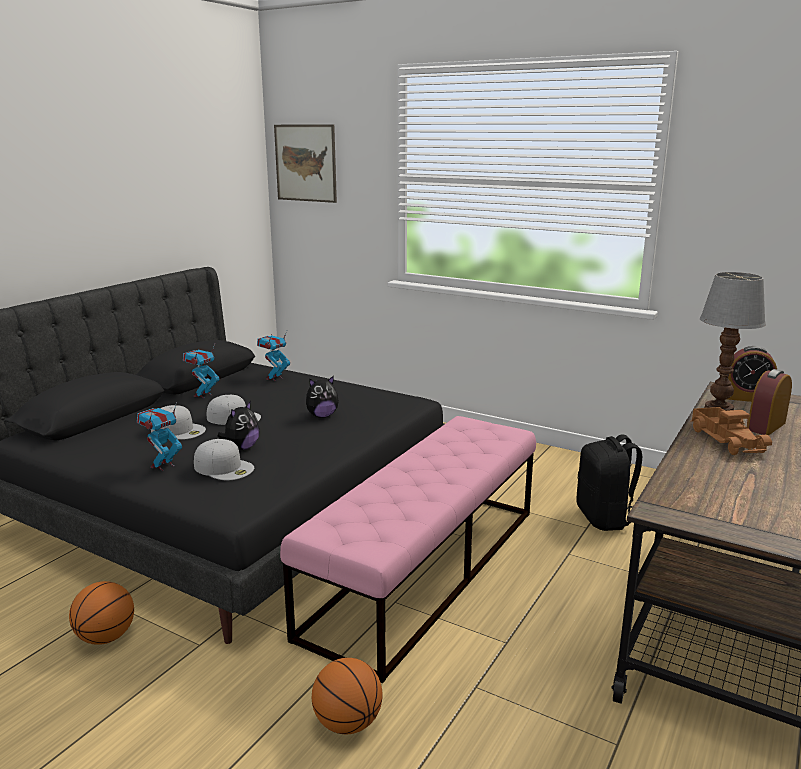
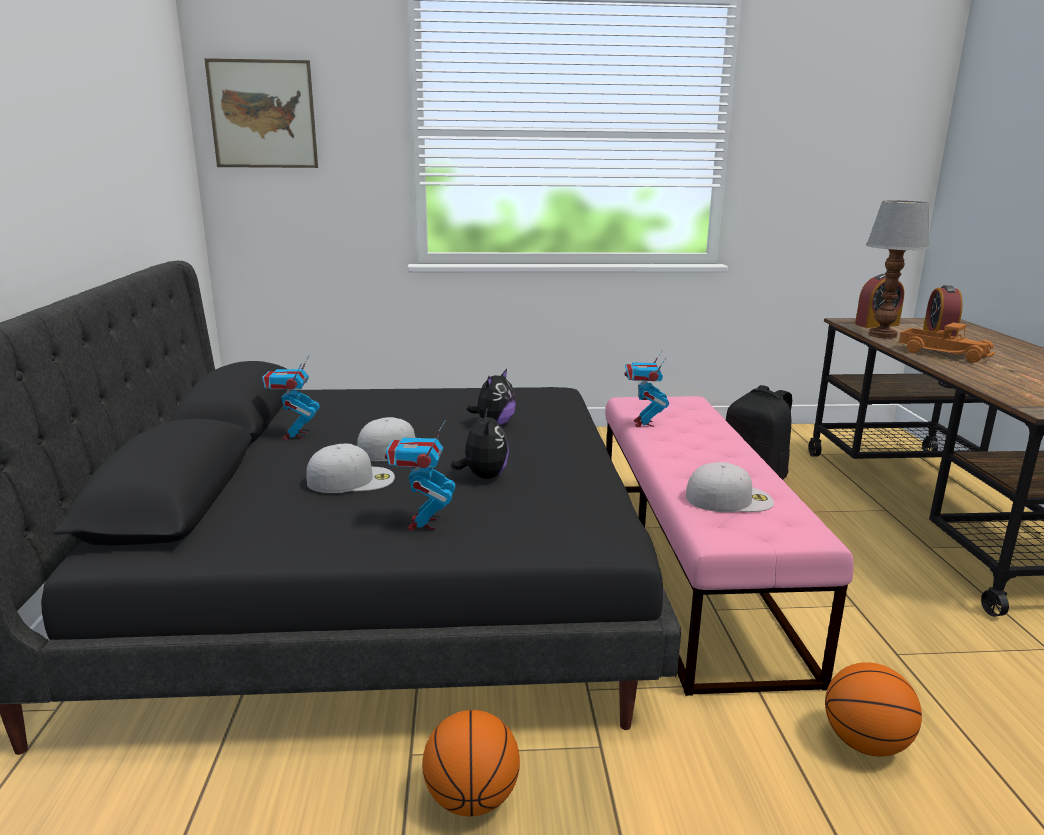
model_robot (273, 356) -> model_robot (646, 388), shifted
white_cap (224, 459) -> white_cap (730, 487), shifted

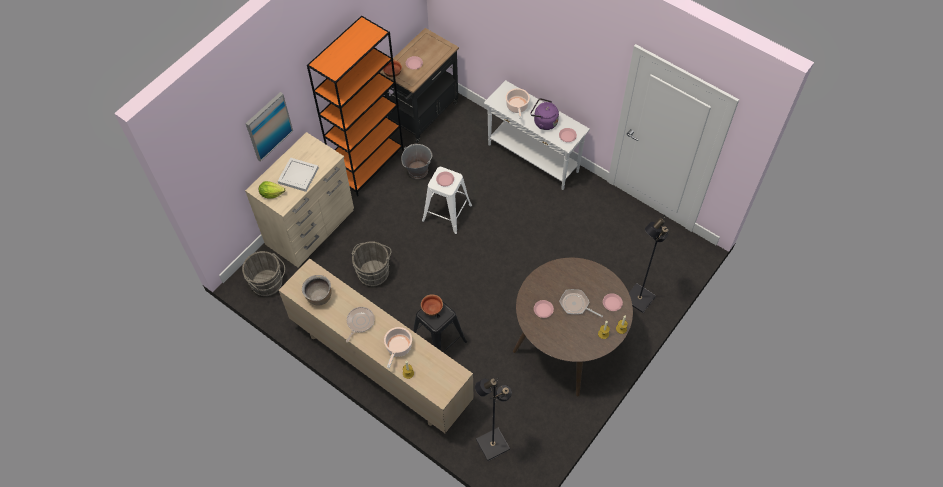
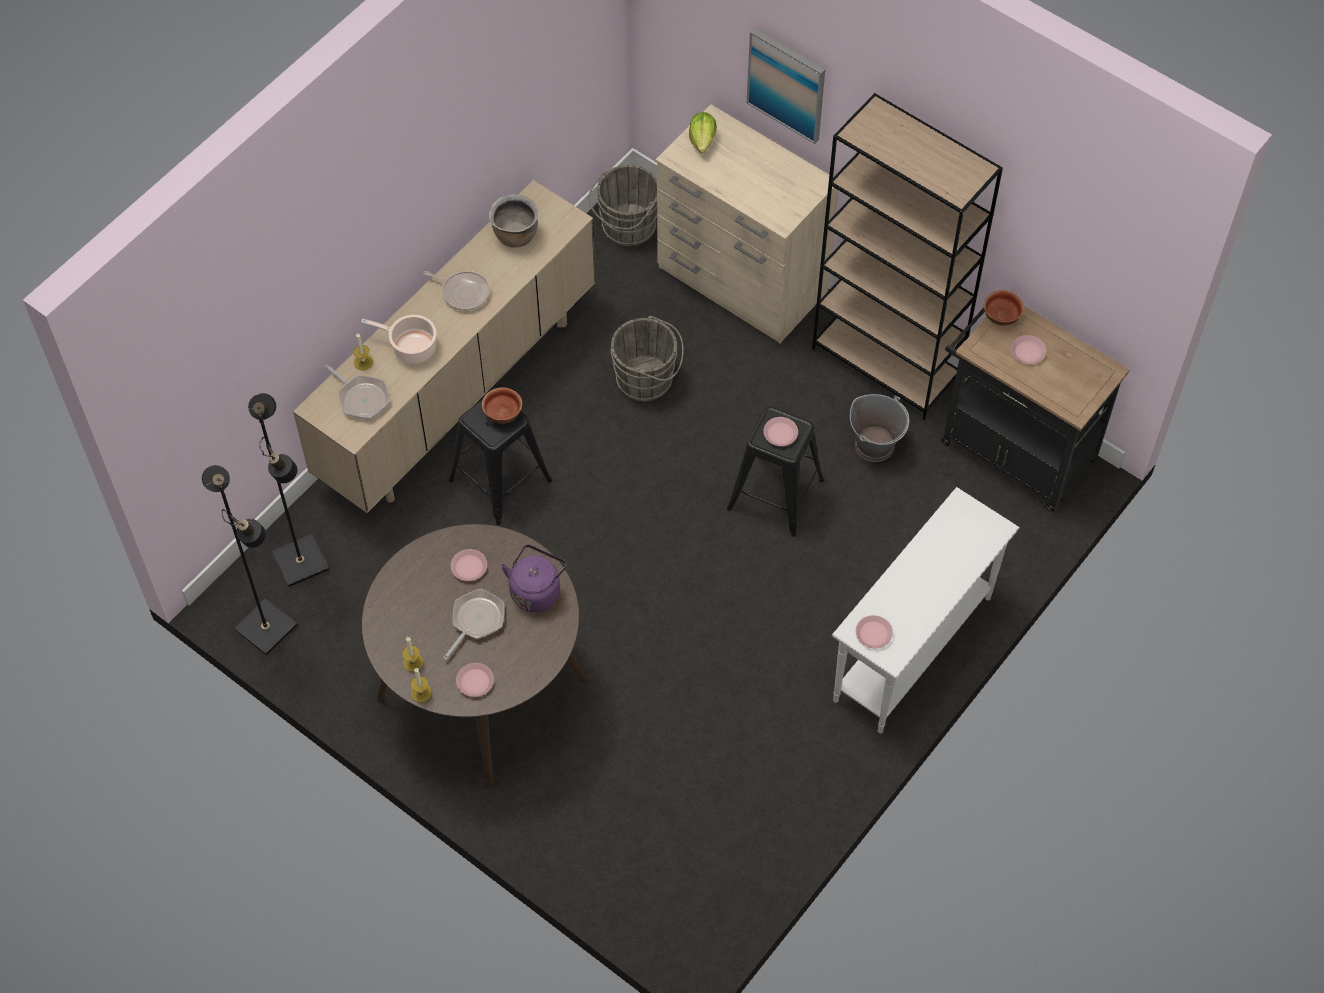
black_standing_lamp (648, 264) -> black_standing_lamp (249, 560), shifted
none -> skillet (357, 392)
purple-coloured_kettle (544, 114) -> purple-coloured_kettle (534, 578), shifted
white_stool_seat (447, 201) -> black_stool_seat (775, 472)
orangey_bookcase (355, 106) -> beige-coloured_bookcase (907, 256)
white_tray (298, 175) -> none
saucepot (518, 103) -> none

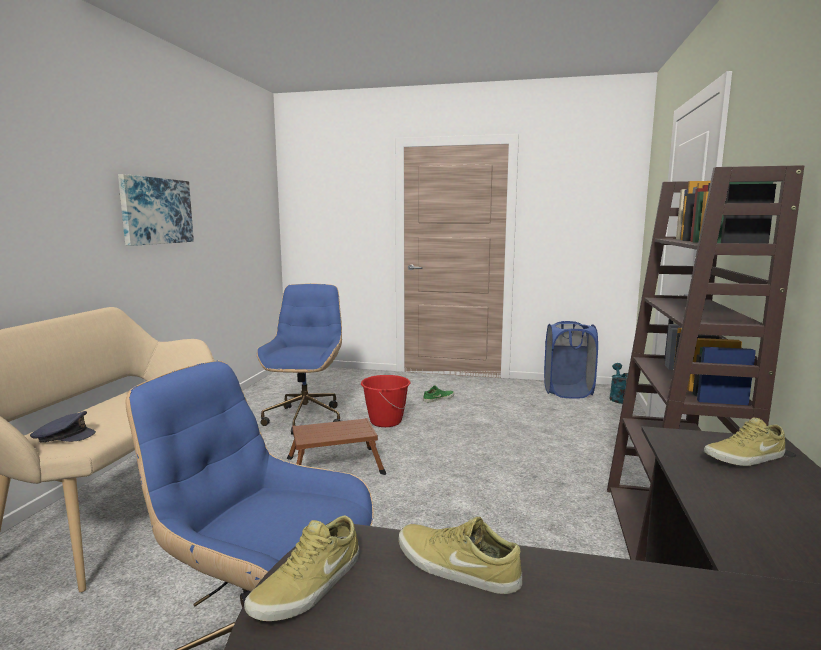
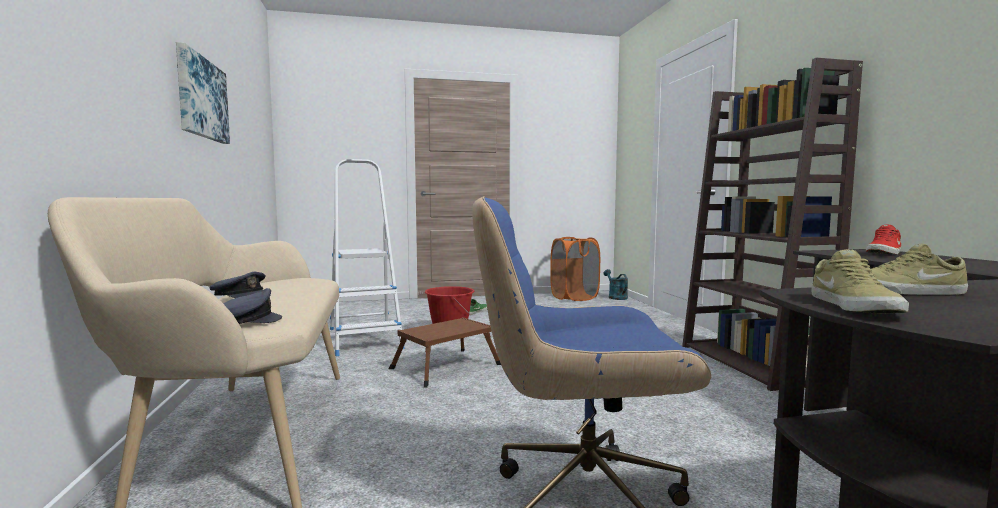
none -> grey_cap (237, 285)
blue_computer_chair (299, 359) -> white_step_ladder (367, 257)
blue_laundry_basket (571, 360) -> orangey_laundry_basket (575, 269)
beige-coloured_low_shoe (744, 442) -> reddish_low_shoe (883, 239)

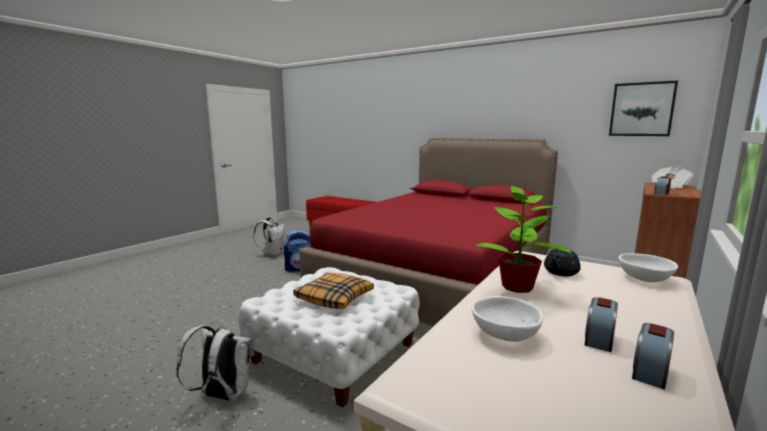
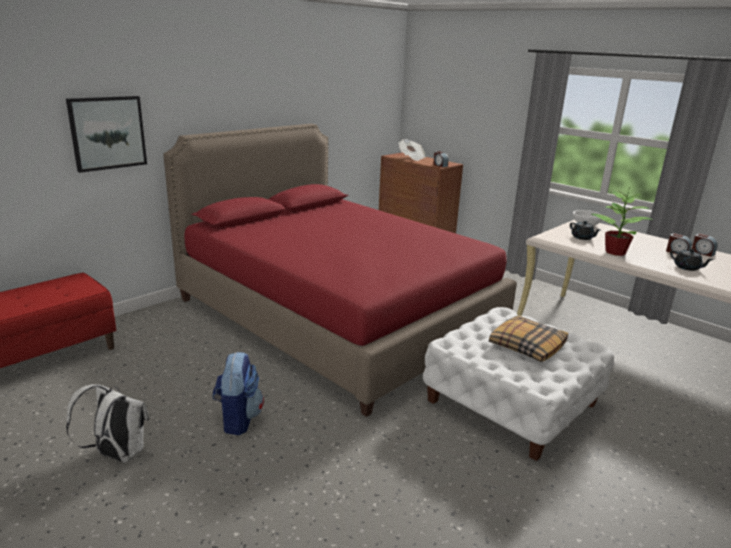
wall_picture (643, 108) -> wall_picture (106, 134), shifted
white_serving_bowl (507, 319) -> black_pot_for_tea (692, 260)
white_rucksack (215, 363) -> none

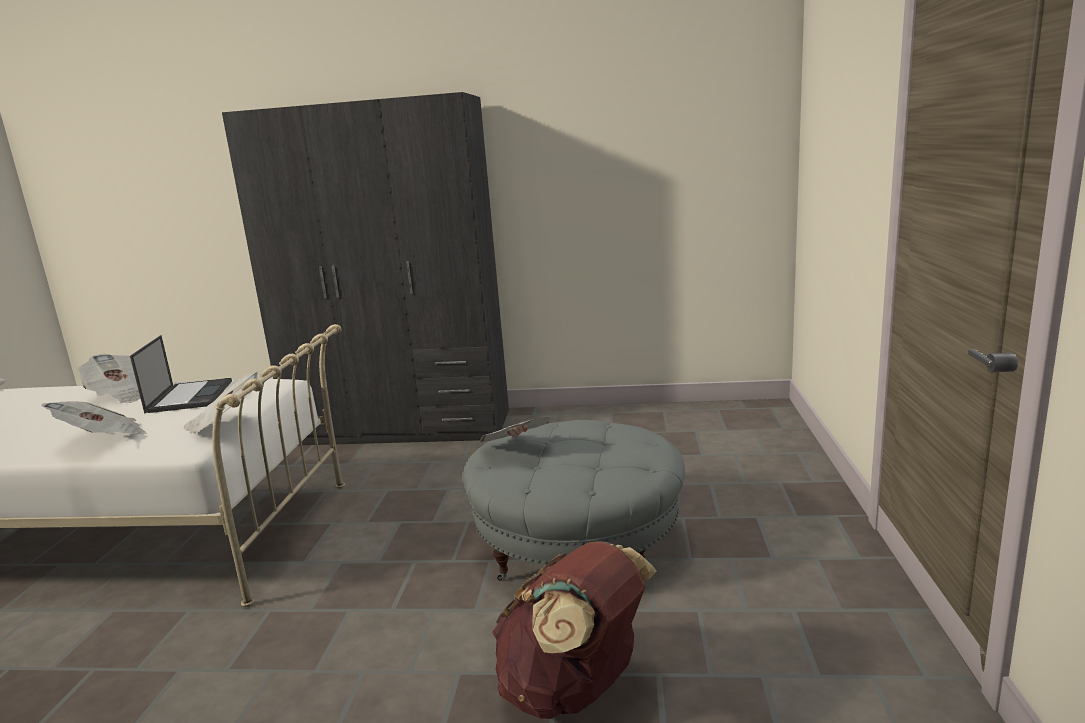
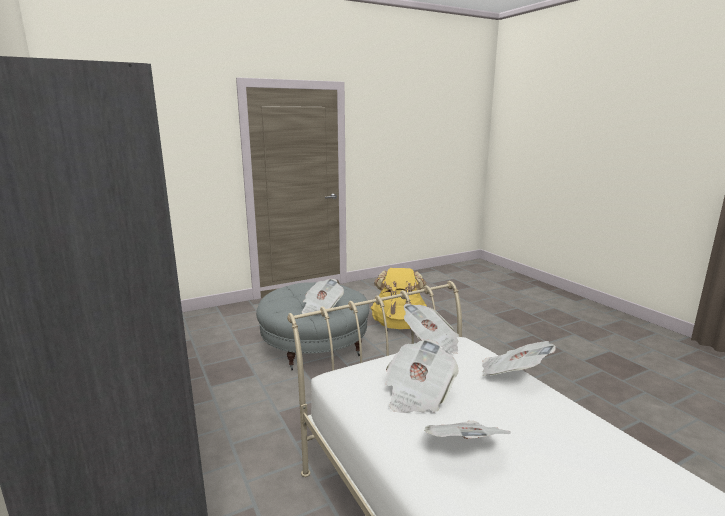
brown-coloured_rucksack (574, 630) -> yellow_rucksack (399, 298)
portable_computer (181, 374) -> newspaper (422, 376)

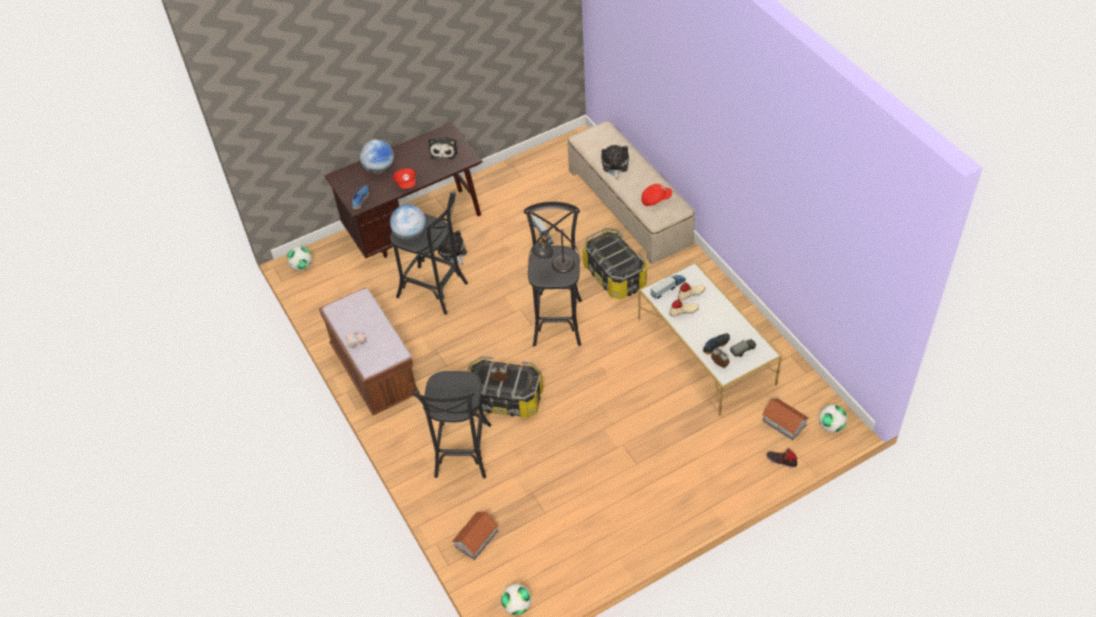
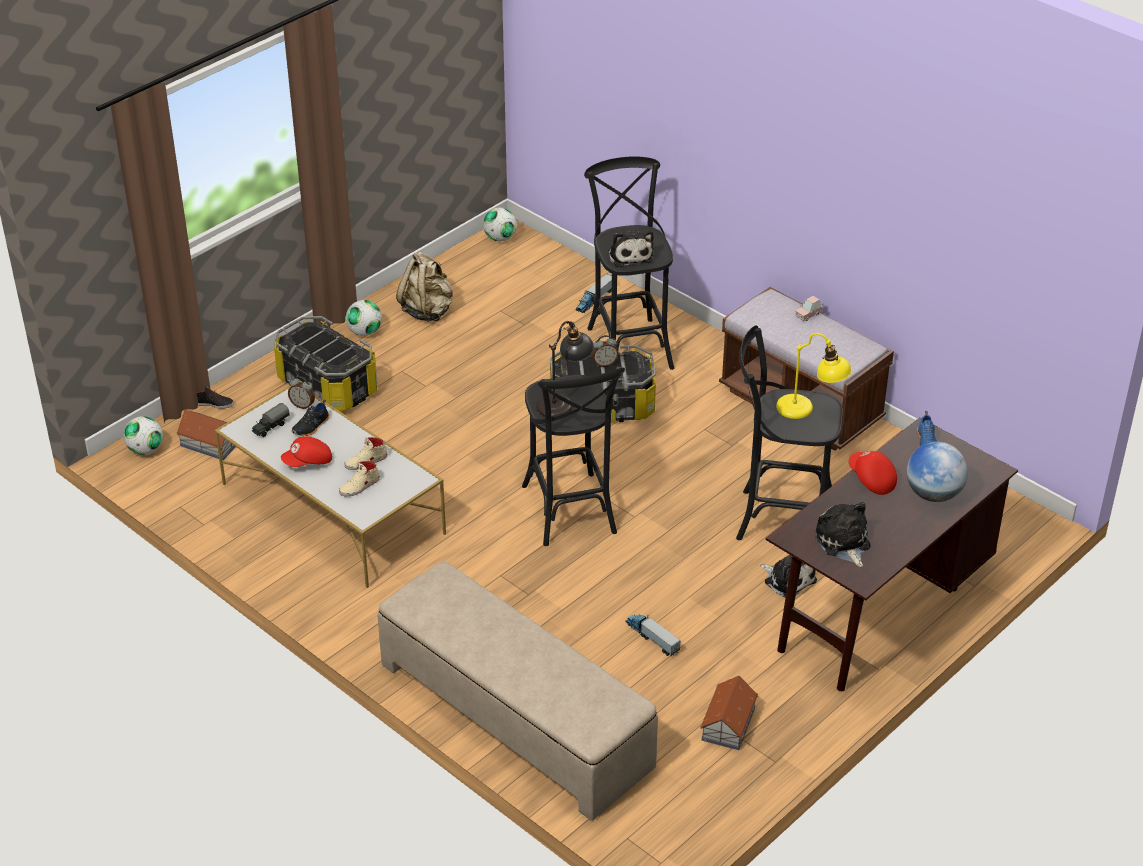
storage_box (615, 263) -> storage_box (325, 363), shifted
reddish_cap (656, 195) -> reddish_cap (306, 451), shifted
ball_for_football (299, 258) -> ball_for_football (364, 318), shifted
none -> beige-coloured_rucksack (424, 287)
toy_truck (668, 287) -> toy_truck (594, 293), shifted
plush_toy (615, 162) -> plush_toy (631, 249), shifted
miniature_house (475, 535) -> miniature_house (729, 713), shifted
globe (408, 222) -> yellow_lamp_for_a_table (814, 376)

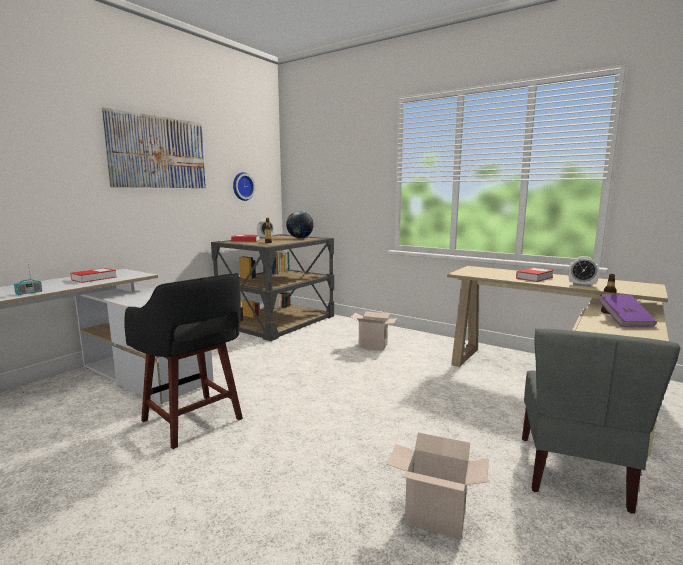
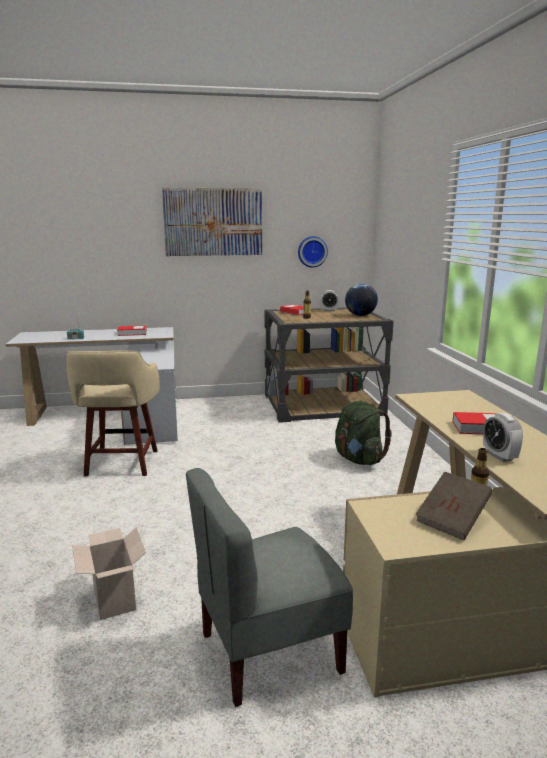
black_stool_seat (183, 361) -> beige-coloured_stool_seat (113, 414)
packing_box (374, 330) -> green_rucksack (363, 433)
purple-coloured_volume (627, 310) -> brown-coloured_volume (454, 505)

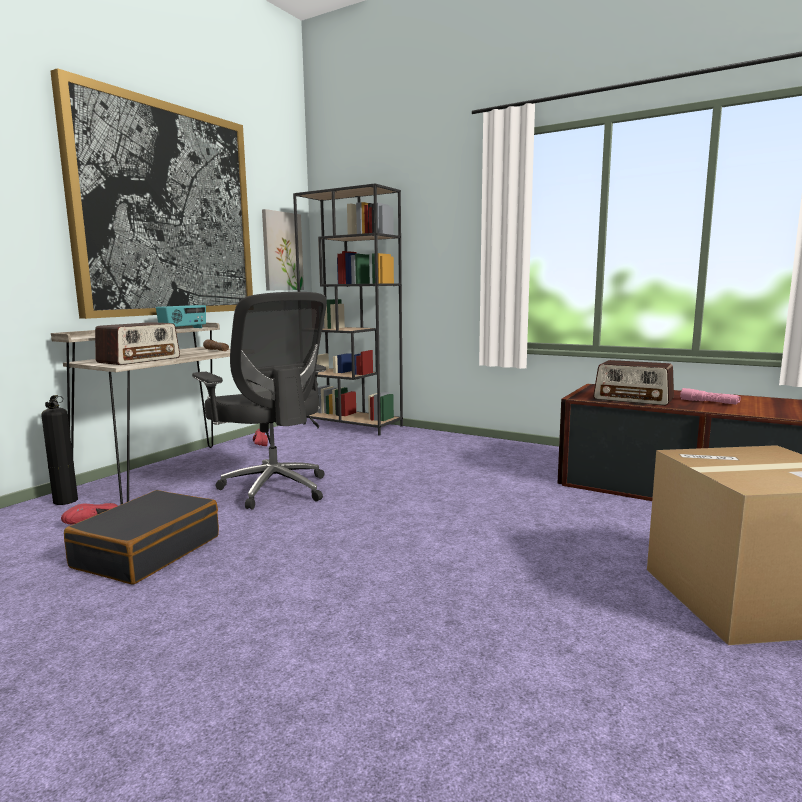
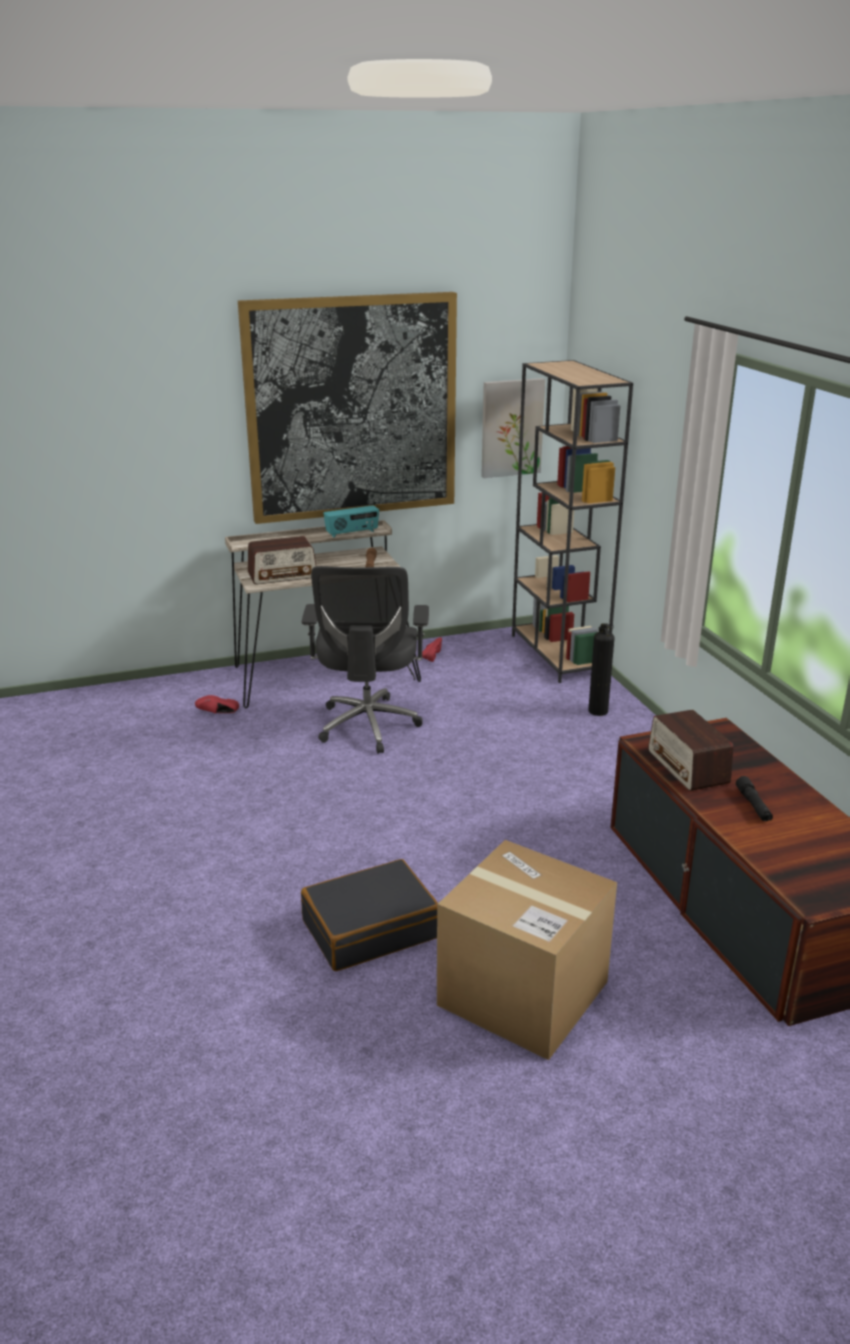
black_piece_of_luggage (141, 537) -> black_piece_of_luggage (369, 915), shifted
extinguisher (59, 450) -> extinguisher (601, 669), shifted
pink_hand_torch (710, 396) -> black_hand_torch (754, 798)

